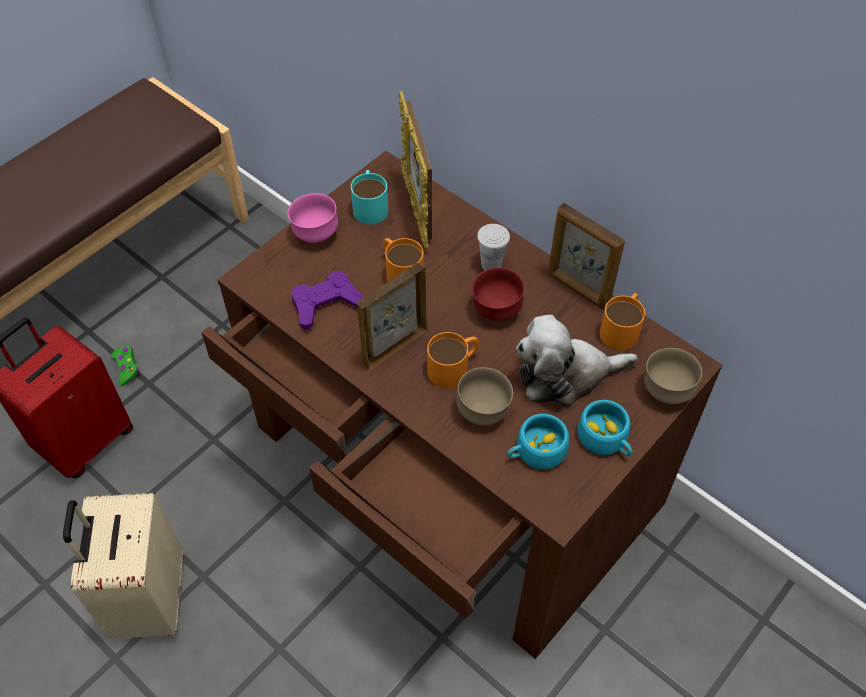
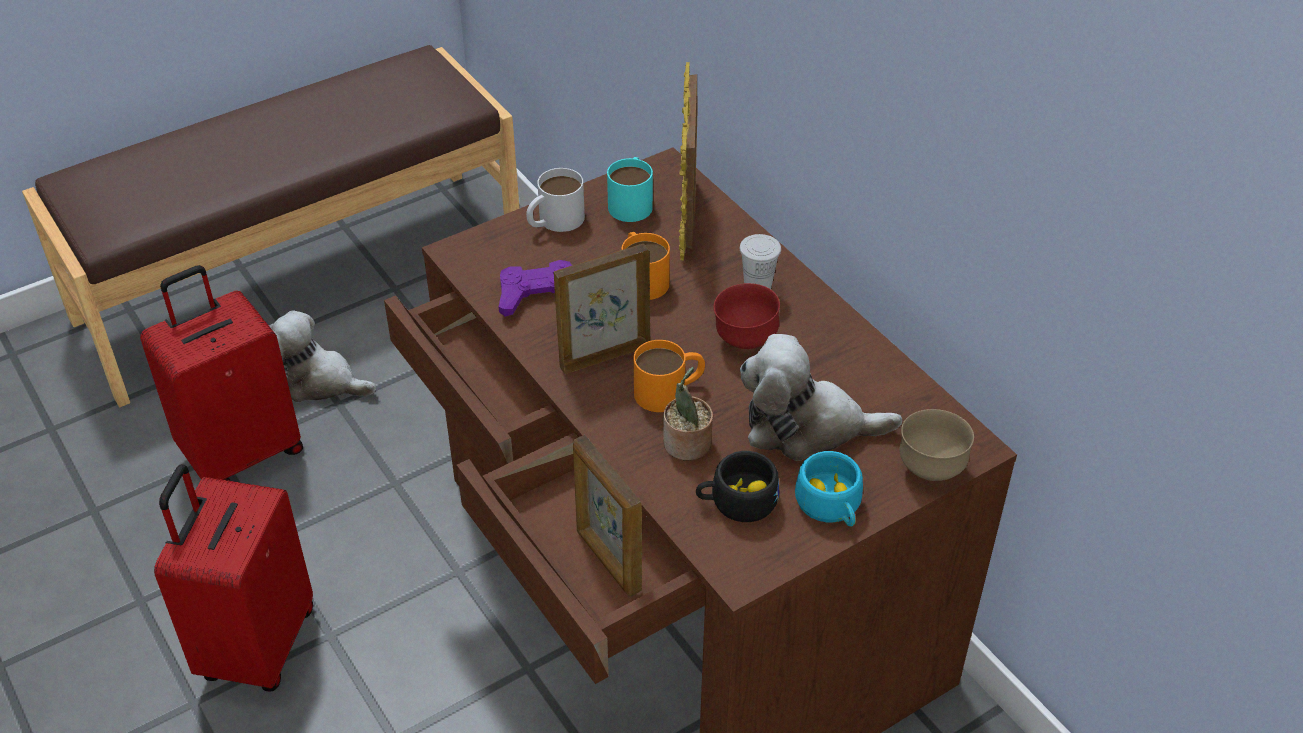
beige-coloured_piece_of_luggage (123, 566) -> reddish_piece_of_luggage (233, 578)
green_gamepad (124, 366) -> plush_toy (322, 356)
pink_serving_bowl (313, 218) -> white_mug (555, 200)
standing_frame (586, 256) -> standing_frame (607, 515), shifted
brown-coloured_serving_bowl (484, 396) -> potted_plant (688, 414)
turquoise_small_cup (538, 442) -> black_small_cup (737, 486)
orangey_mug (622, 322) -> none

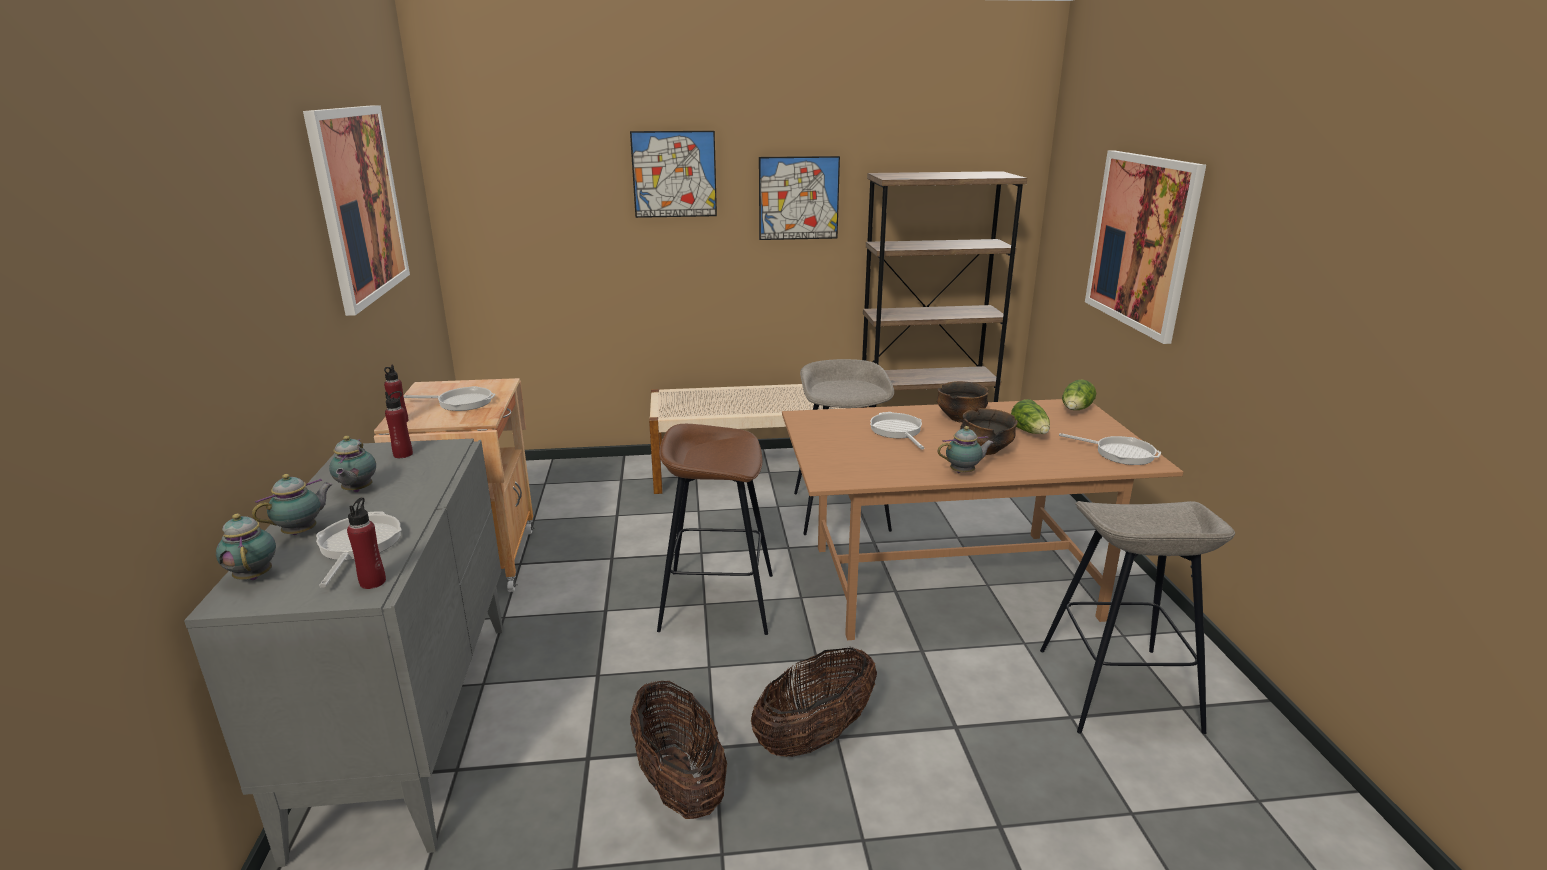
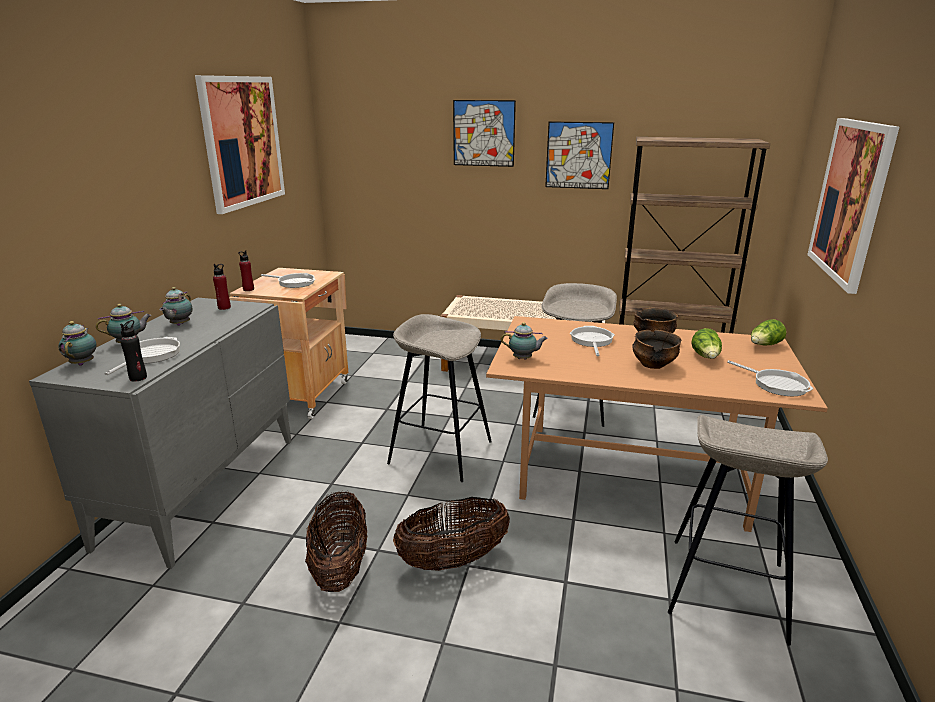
reddish_bottle (366, 543) -> black_bottle (133, 351)
brown-coloured_stool_seat (715, 529) -> grey_stool_seat (439, 398)
pot_for_tea (965, 449) -> pot_for_tea (524, 341), shifted

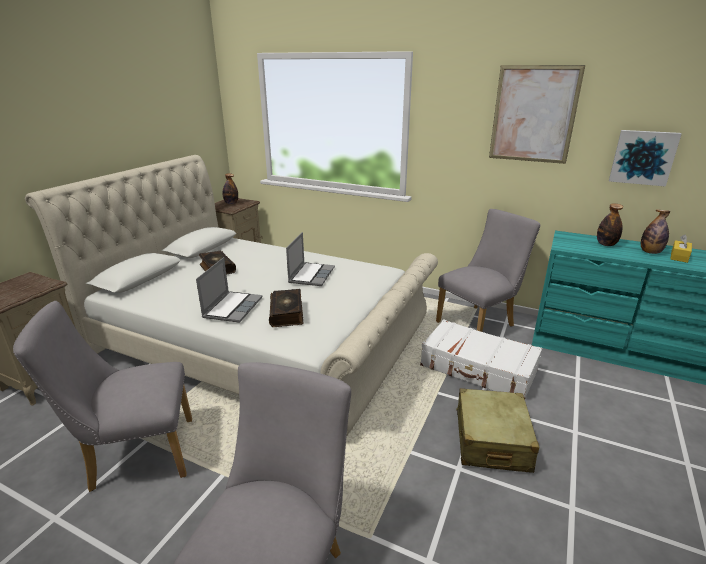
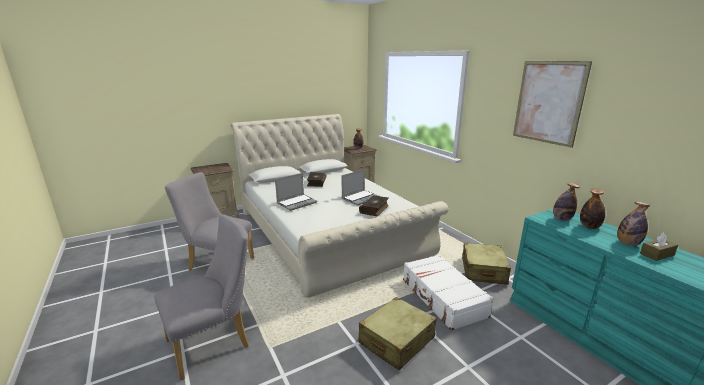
volume (286, 308) -> volume (374, 205), shifted
grey_plain_chair (488, 270) -> beige-coloured_piece_of_luggage (486, 264)
none -> bottle (566, 202)
yellow_box_of_tissues (681, 248) -> brown-coloured_box_of_tissues (659, 246)
wall_picture (645, 158) -> none

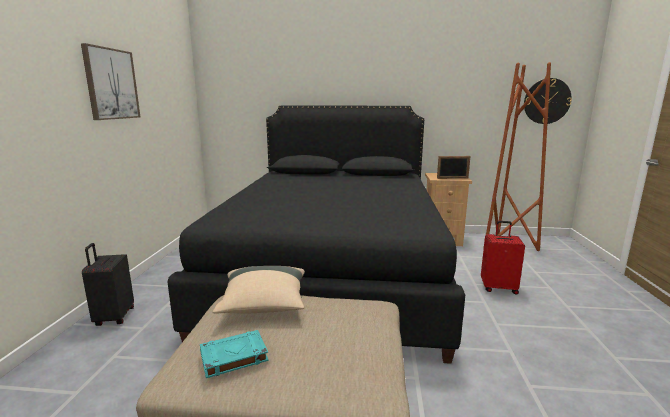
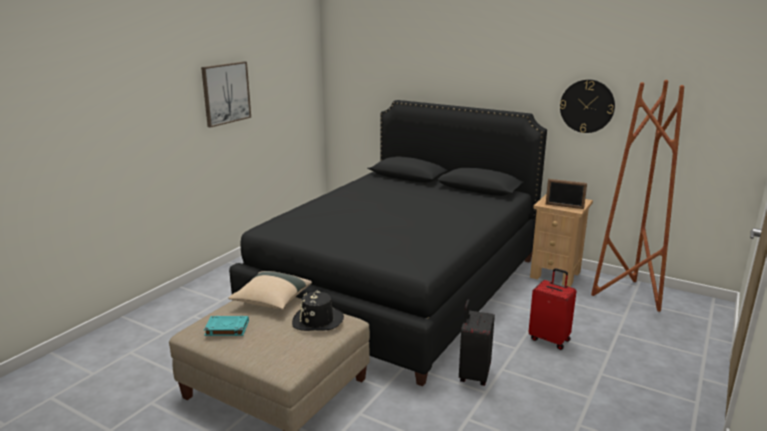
none -> black_hat (318, 311)
black_piece_of_luggage (108, 284) -> black_piece_of_luggage (477, 342), shifted
clock_on_the_wall (548, 101) -> clock_on_the_wall (587, 106), shifted

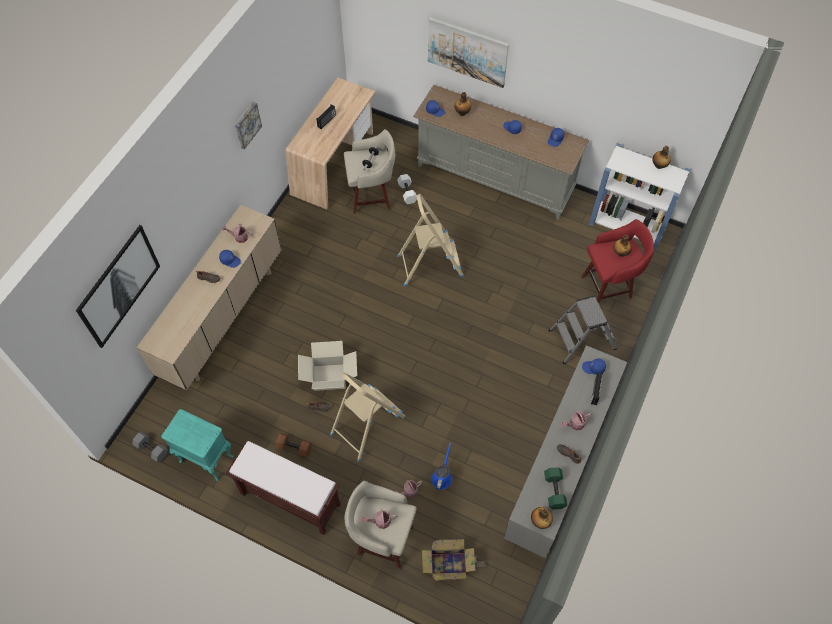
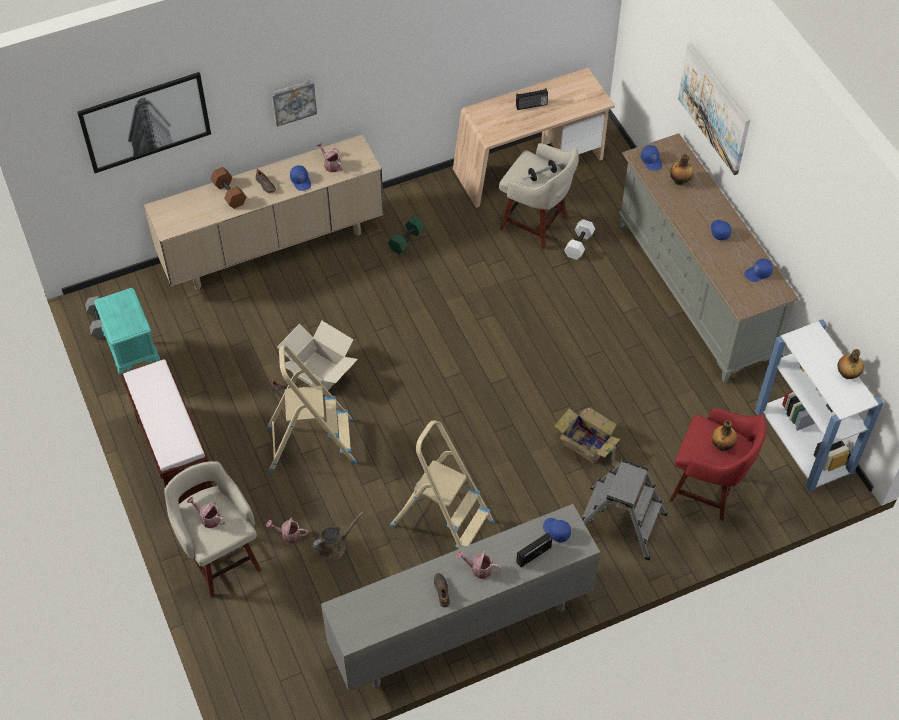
brown-coloured_hand_weight (293, 445) -> brown-coloured_hand_weight (228, 188), shifted
wall_picture (248, 125) -> wall_picture (294, 103), shifted
blue_sprinkling_can (441, 466) -> brown-coloured_sprinkling_can (338, 536)
green_hand_weight (556, 488) -> green_hand_weight (406, 235), shifted
beige-coloured_step_ladder (430, 240) -> beige-coloured_step_ladder (442, 484), shifted
packing_box (454, 560) -> packing_box (587, 437), shifted
bottle (542, 518) -> none

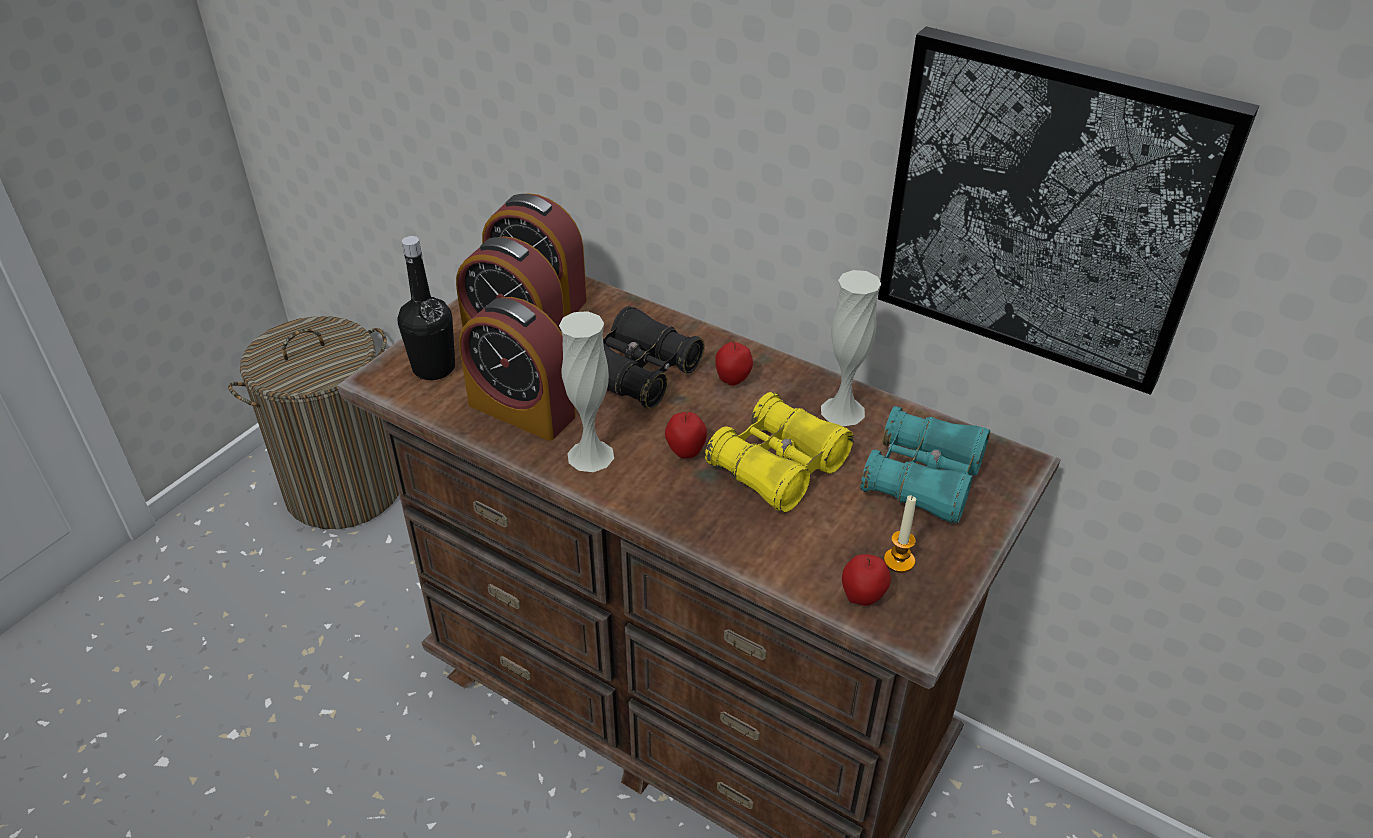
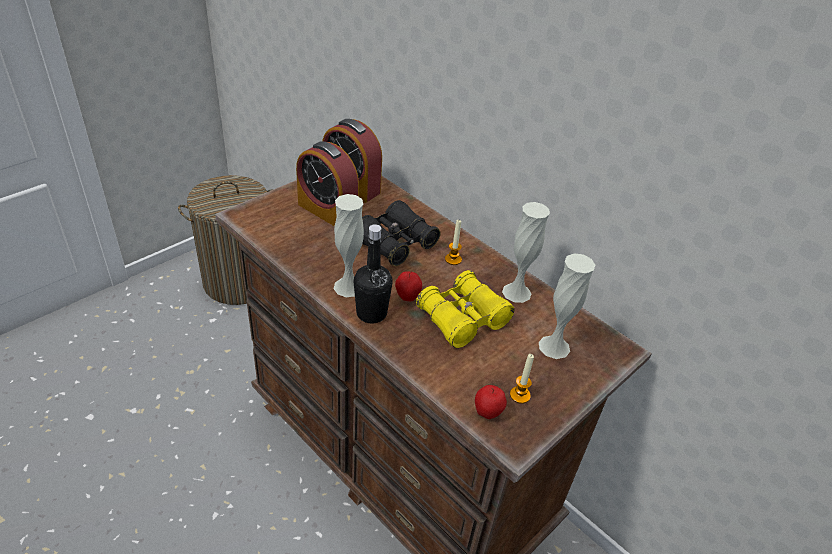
black_bottle (426, 308) -> black_bottle (373, 274), shifted
whole_apple (734, 363) -> wax_candle (453, 242)
turquoise_binoculars (925, 465) -> white_vase (567, 306)
alarm_clock (517, 369) -> none
wall_picture (1068, 210) -> none

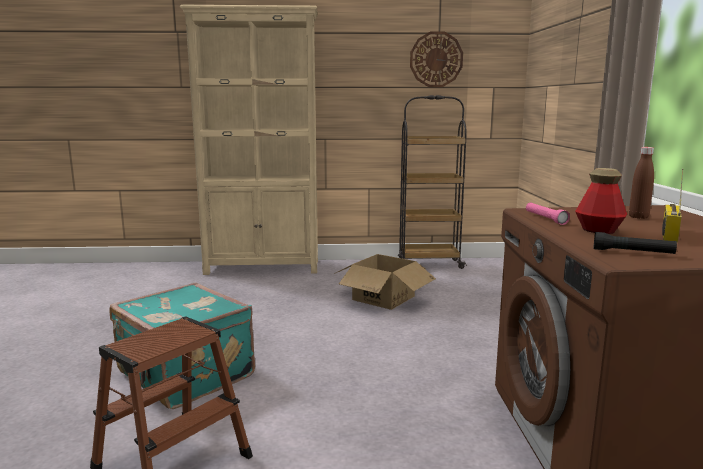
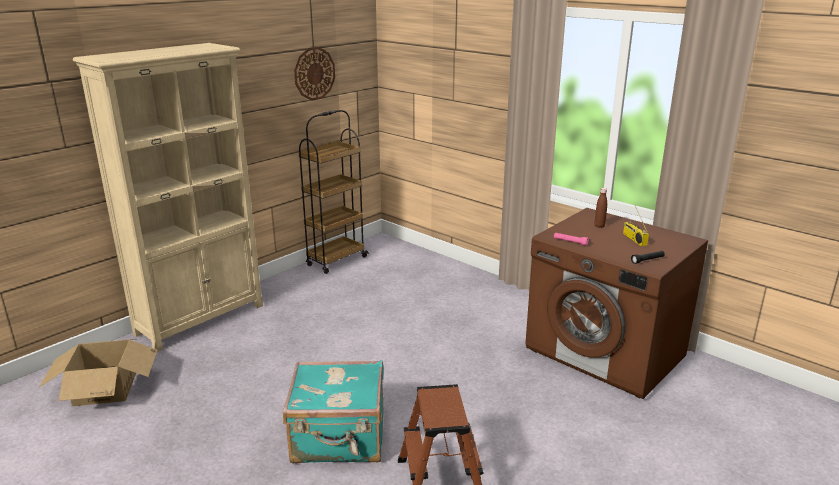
packing_box (385, 282) -> packing_box (98, 372), shifted
bottle (601, 201) -> none

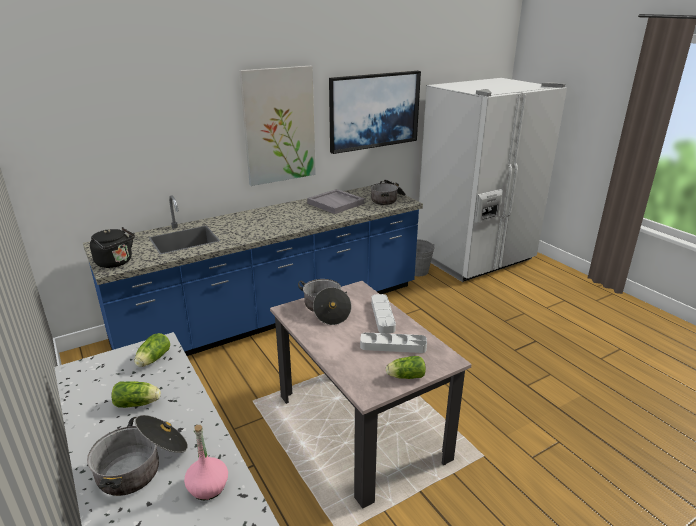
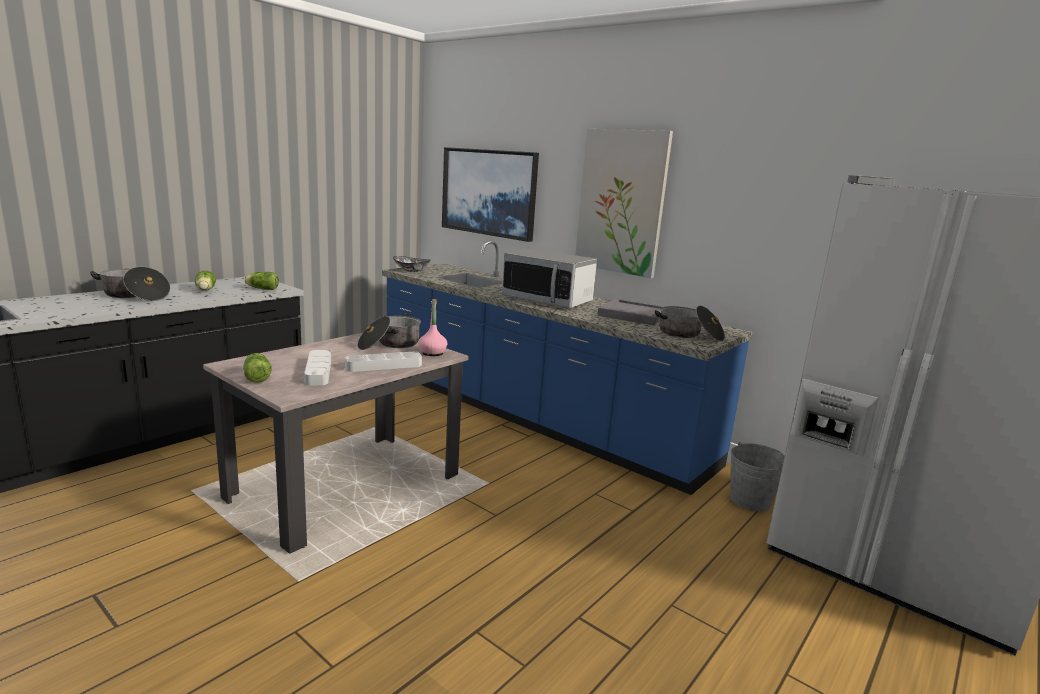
black_kettle (112, 247) -> serving_bowl (412, 264)
pink_bottle (206, 462) -> pink_bottle (433, 327), shifted
wall_picture (375, 112) -> wall_picture (490, 194), shifted
none -> microwave_oven (549, 278)

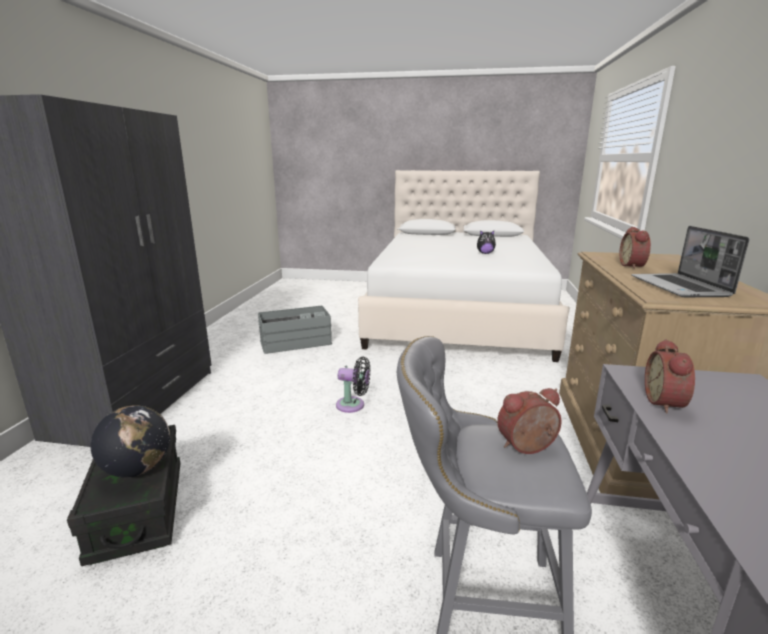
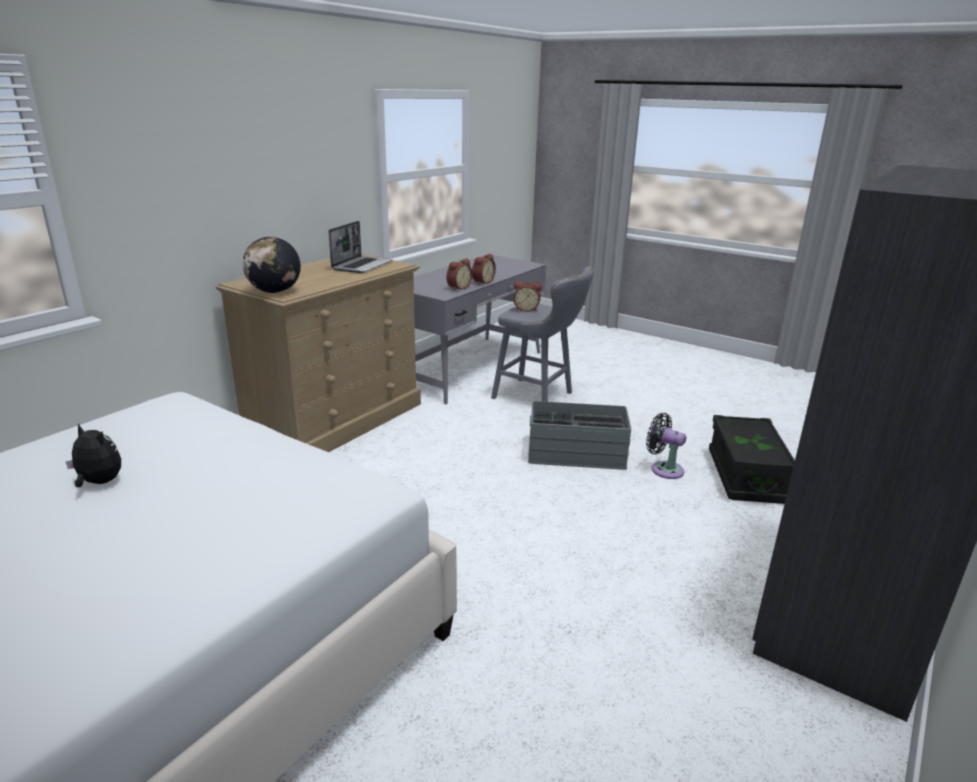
globe (130, 442) -> globe (272, 265), shifted
alarm_clock (635, 248) -> alarm_clock (484, 269), shifted
grey_storage_box (295, 330) -> grey_storage_box (579, 435), shifted
black_cooling_fan (353, 385) -> black_cooling_fan (666, 446), shifted

